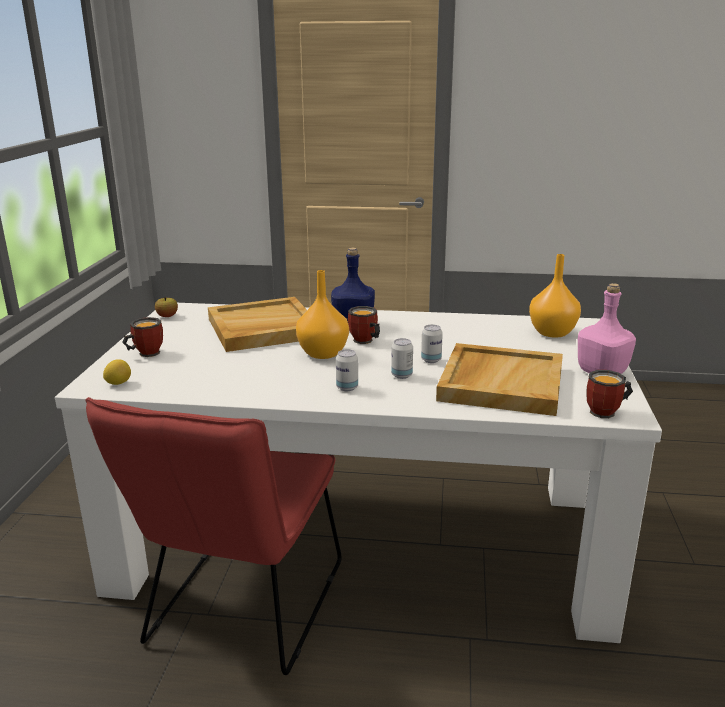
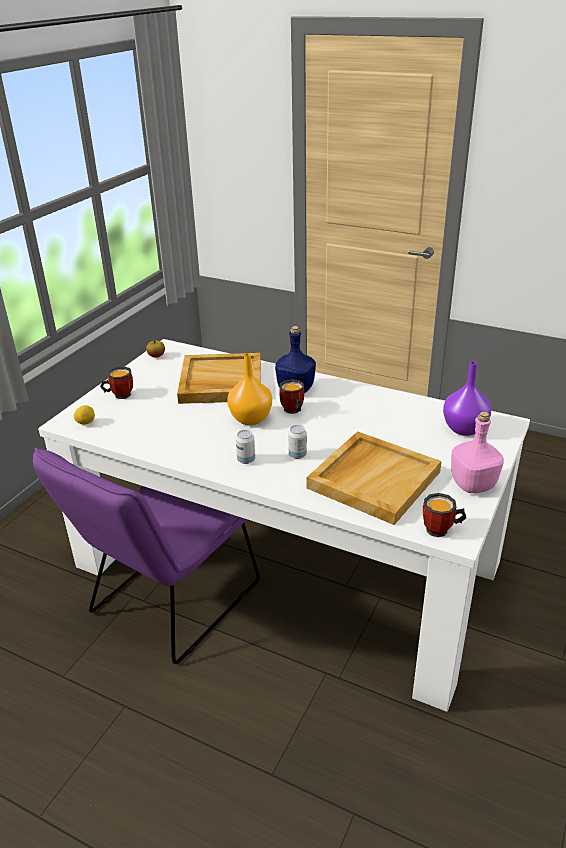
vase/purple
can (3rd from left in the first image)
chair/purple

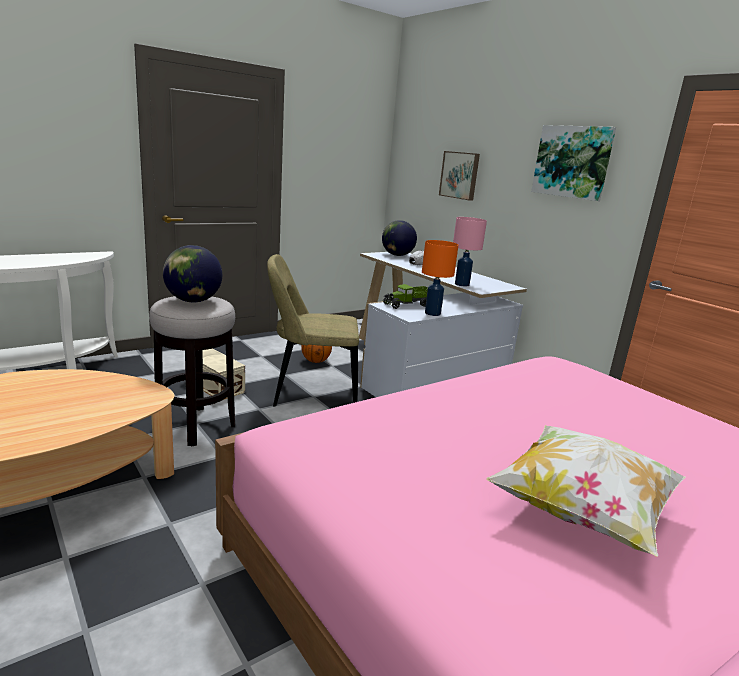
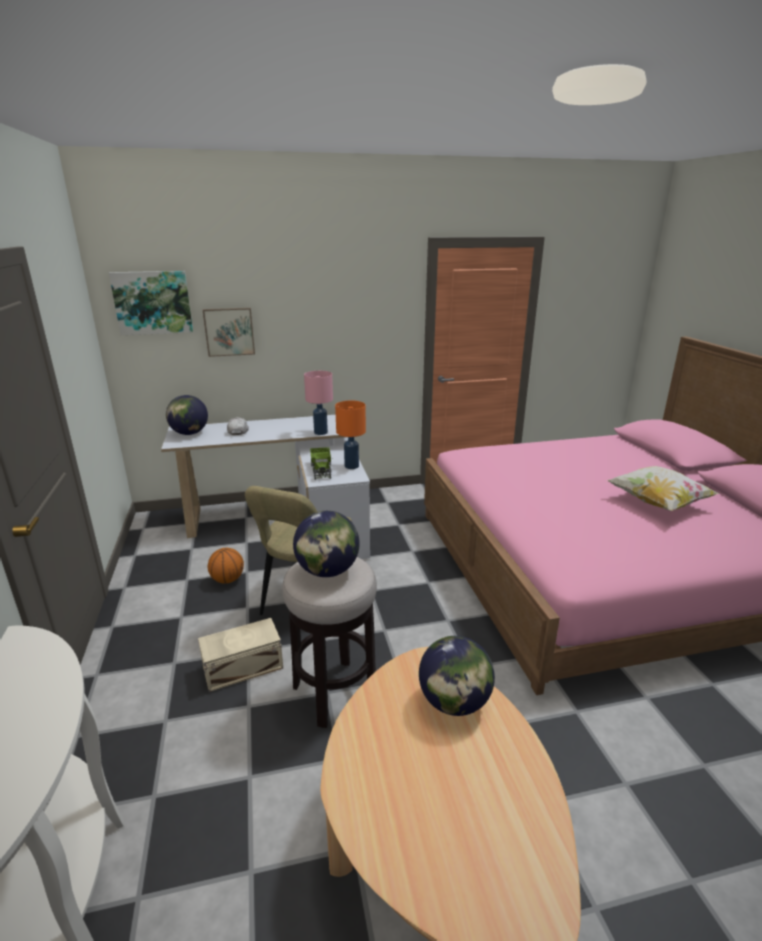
picture (1st from left)
globe (3rd from left)

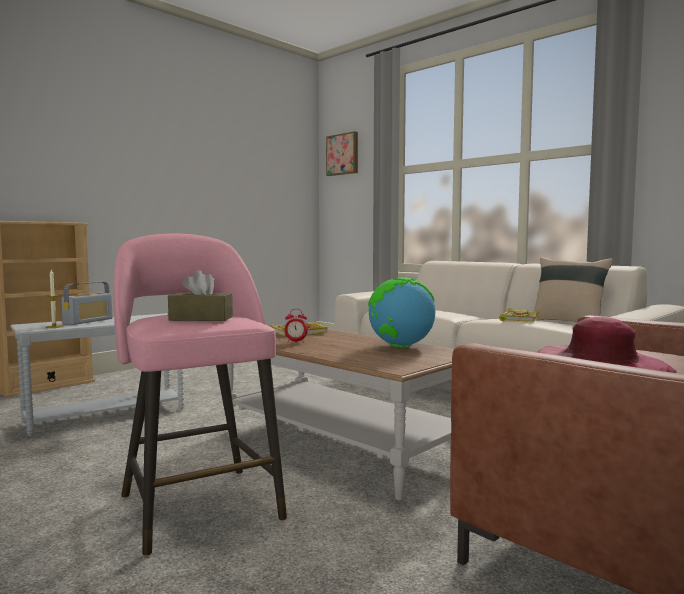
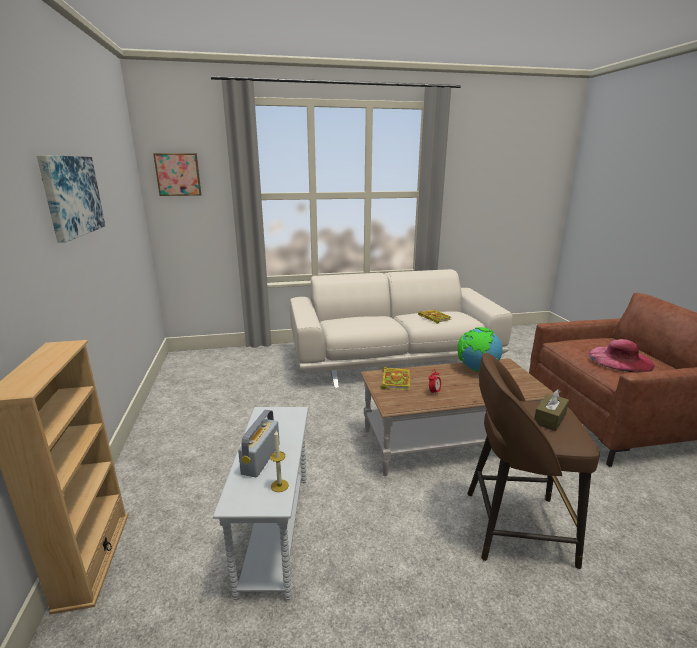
stool/brown
pillow/beige
radio
picture (1st from left)

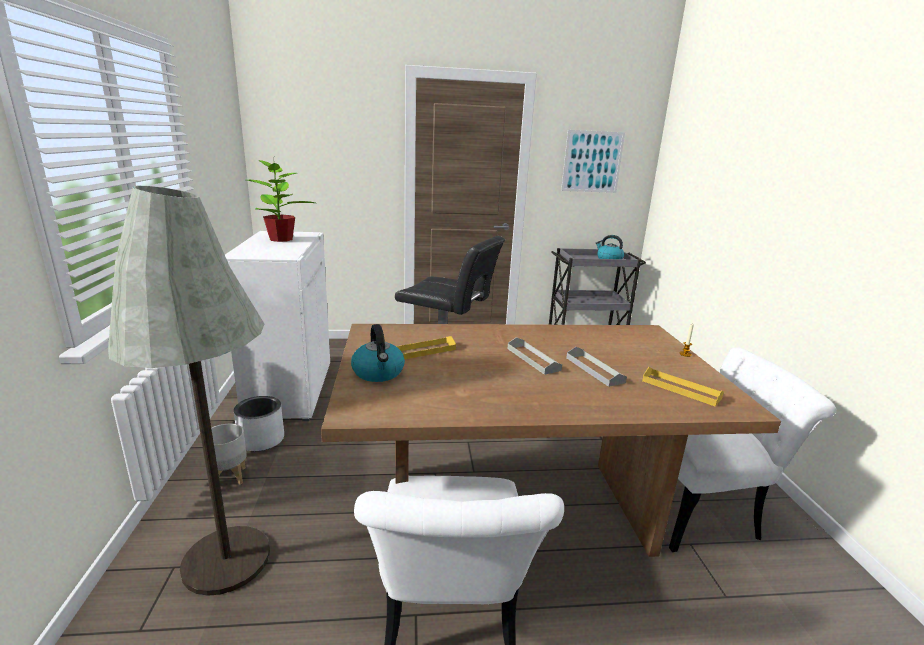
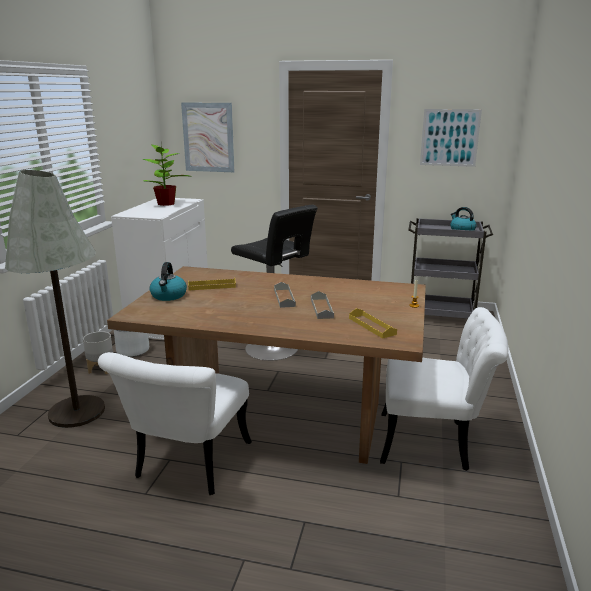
picture (1st from left)

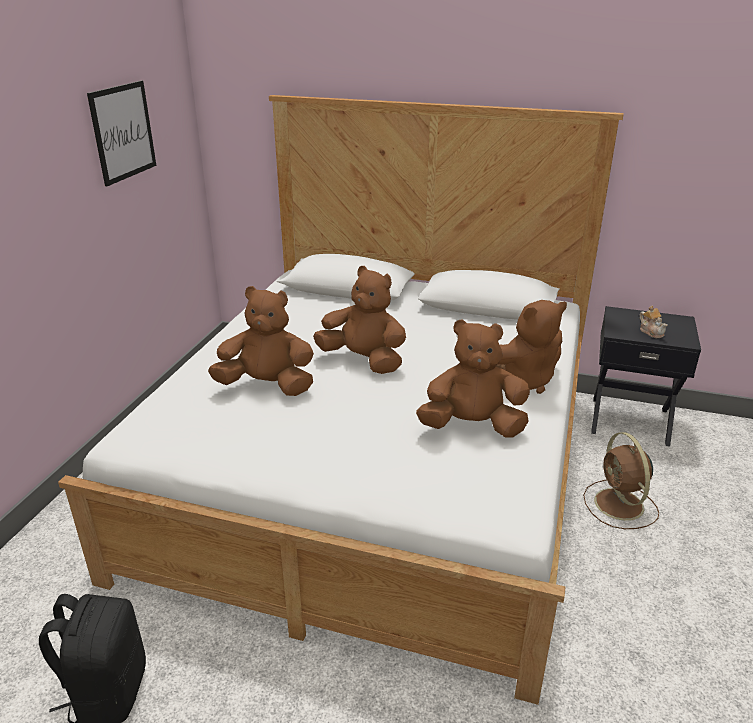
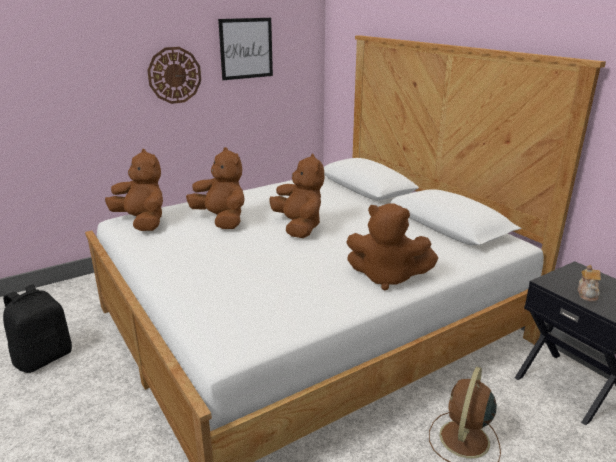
plush toy/brown (1st from left)
wall clock

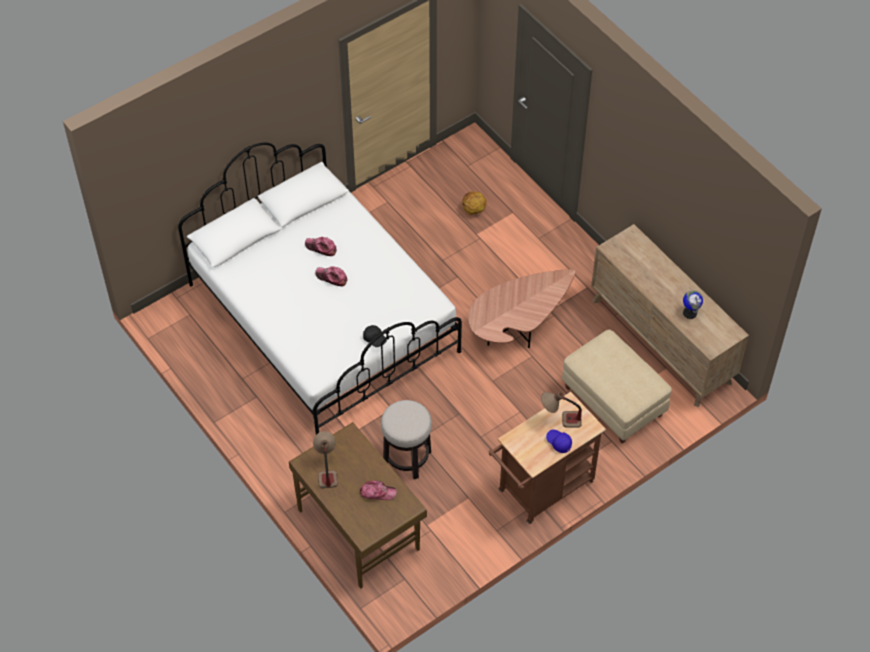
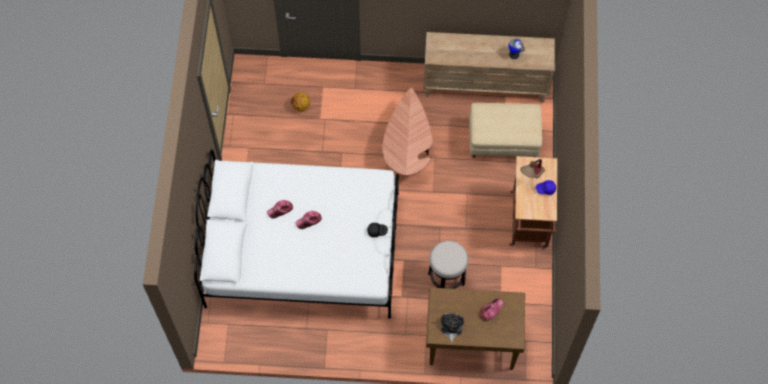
plush toy

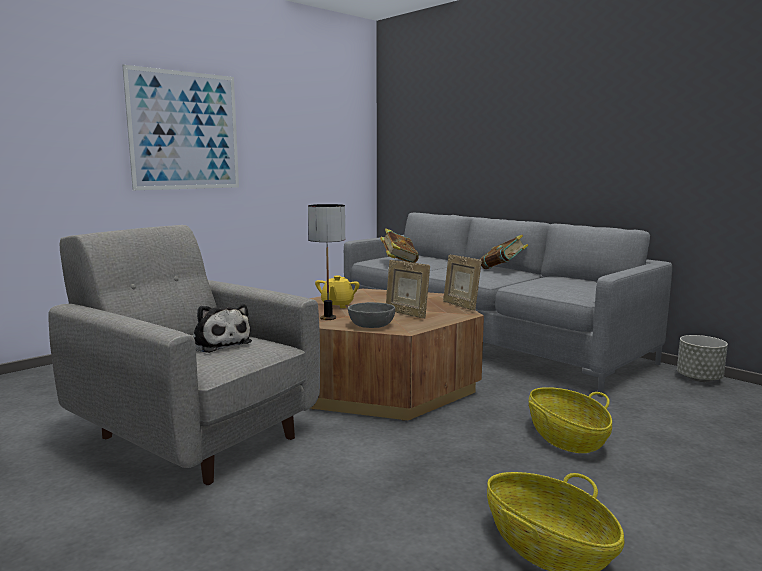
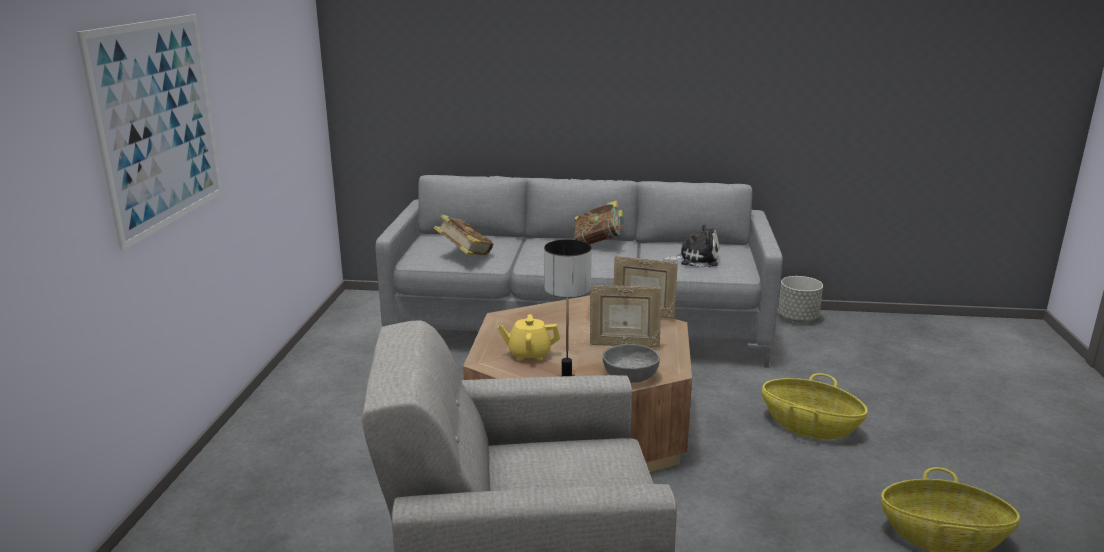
teapot/yellow
plush toy

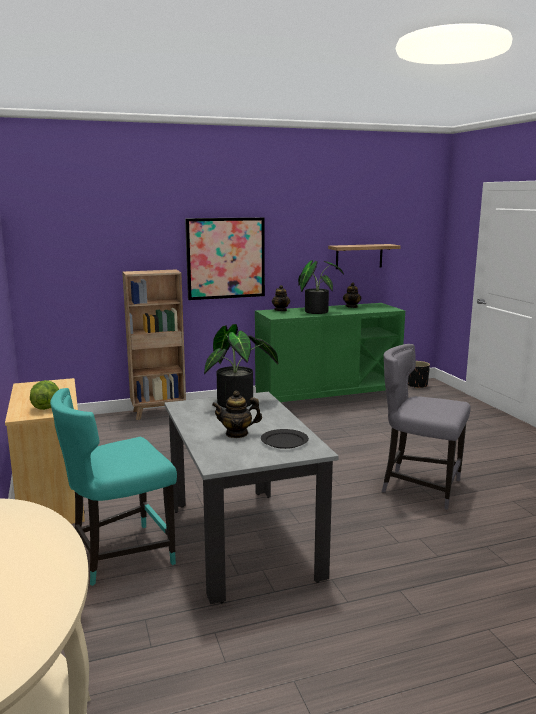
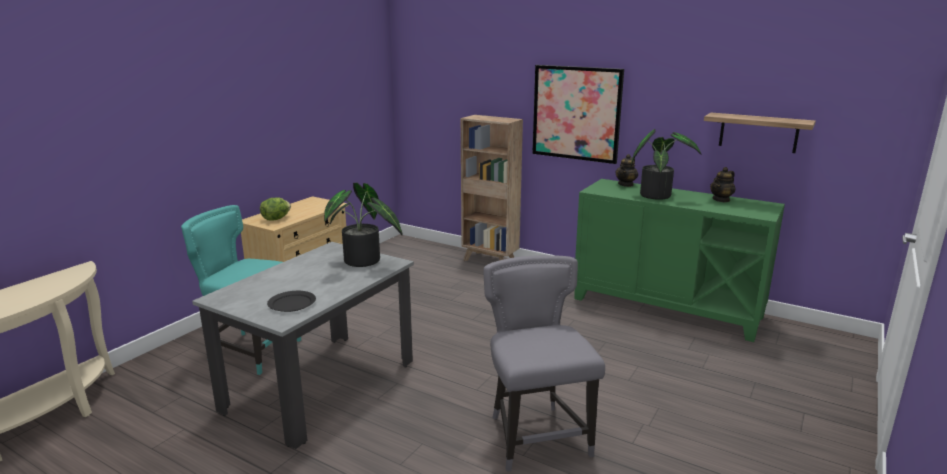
planter/black
teapot (1st from left in the first image)

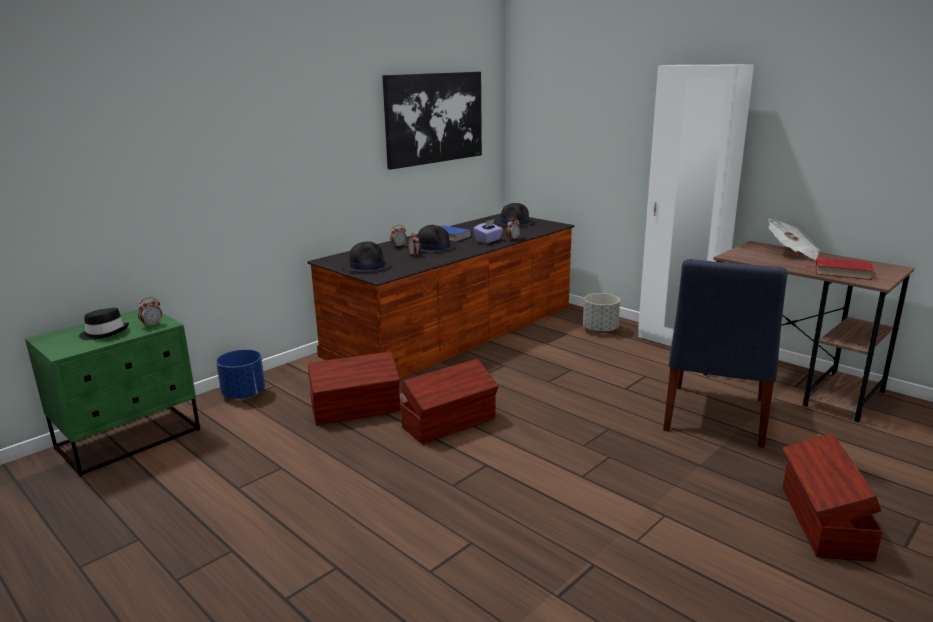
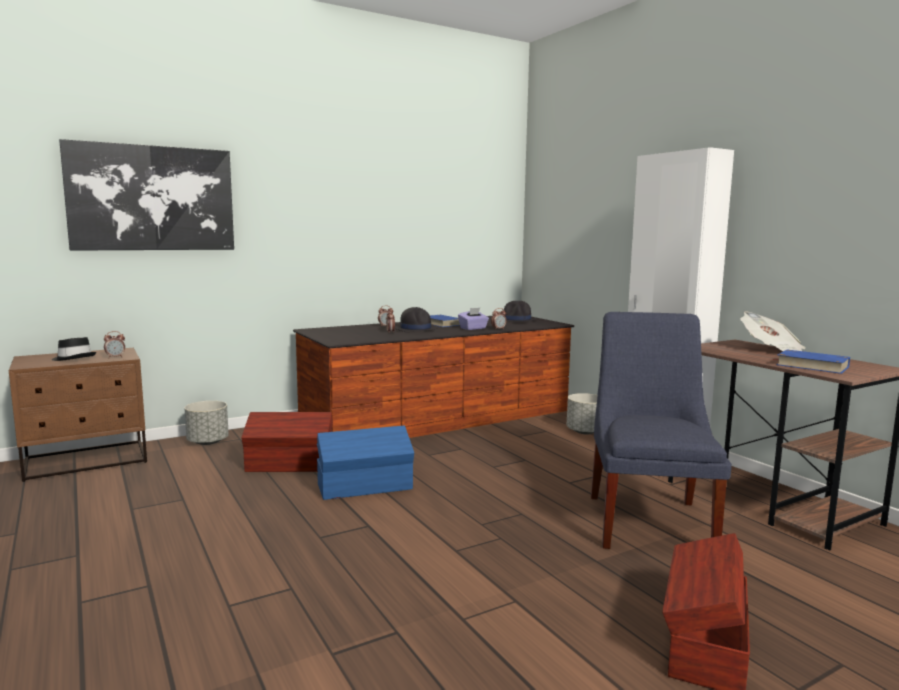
picture
hat/black (2nd from left in the first image)
book/blue (2nd from left)
chair/blue
nightstand/brown
planter/grey (1st from left)
storage box/blue

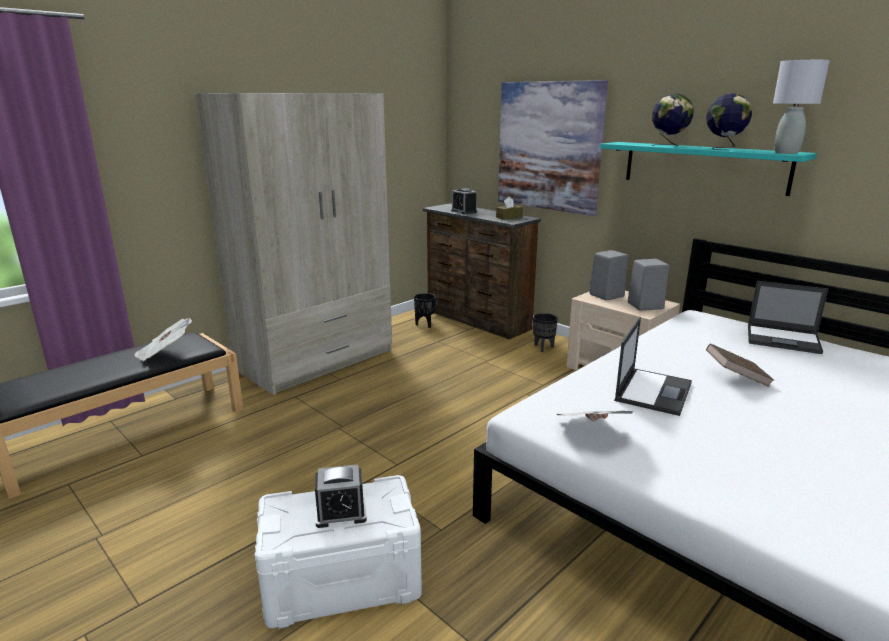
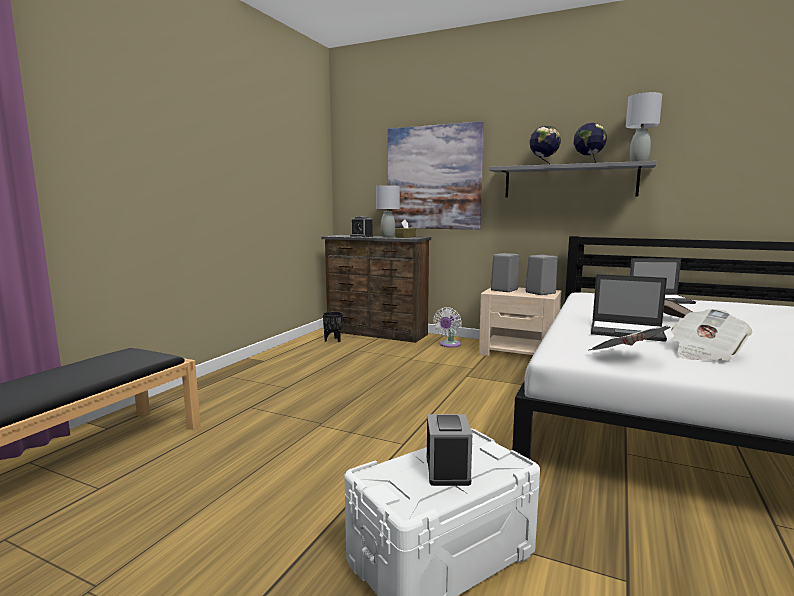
wardrobe/beige
shelf/grey
fan/white
laptop (1st from left)
newspaper (2nd from left)
alarm clock (2nd from left)
table lamp/grey (1st from left)

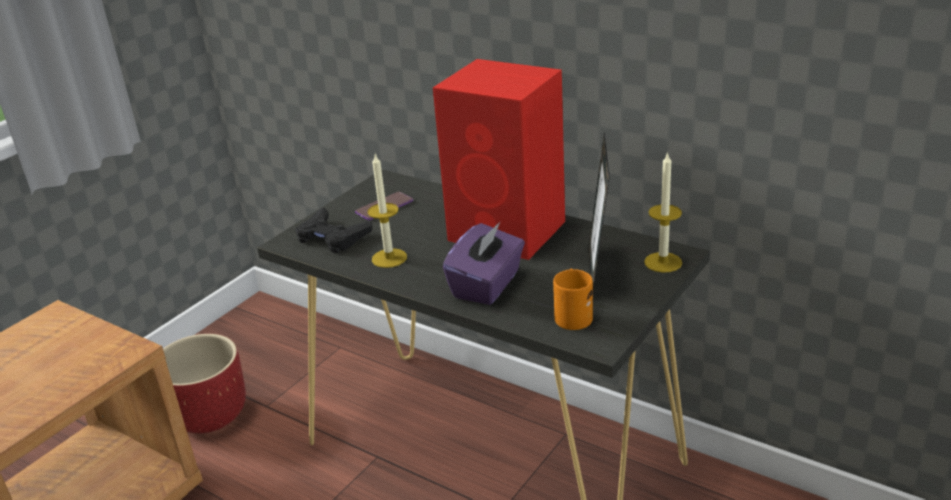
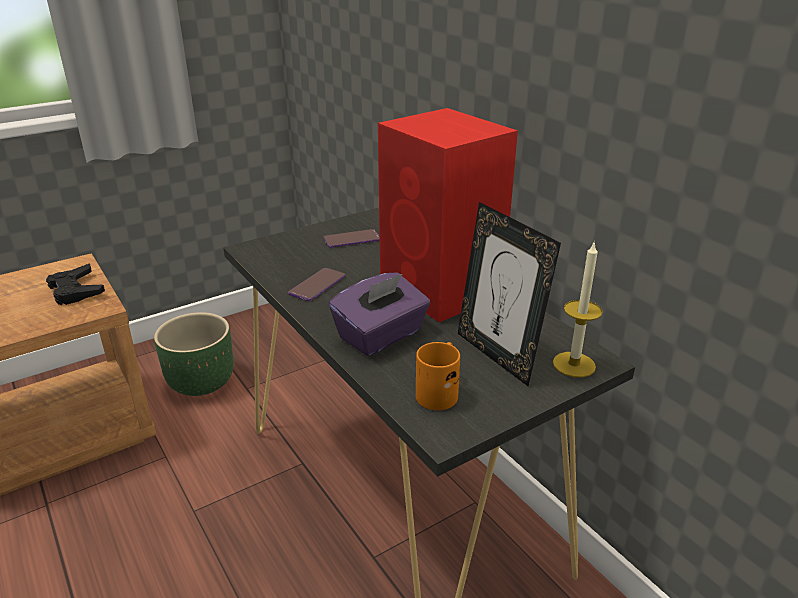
picture frame
phone (1st from left)
game controller/black
planter/green

